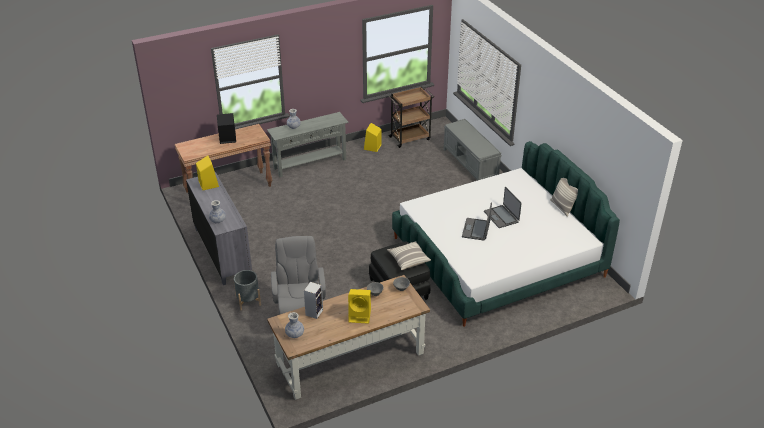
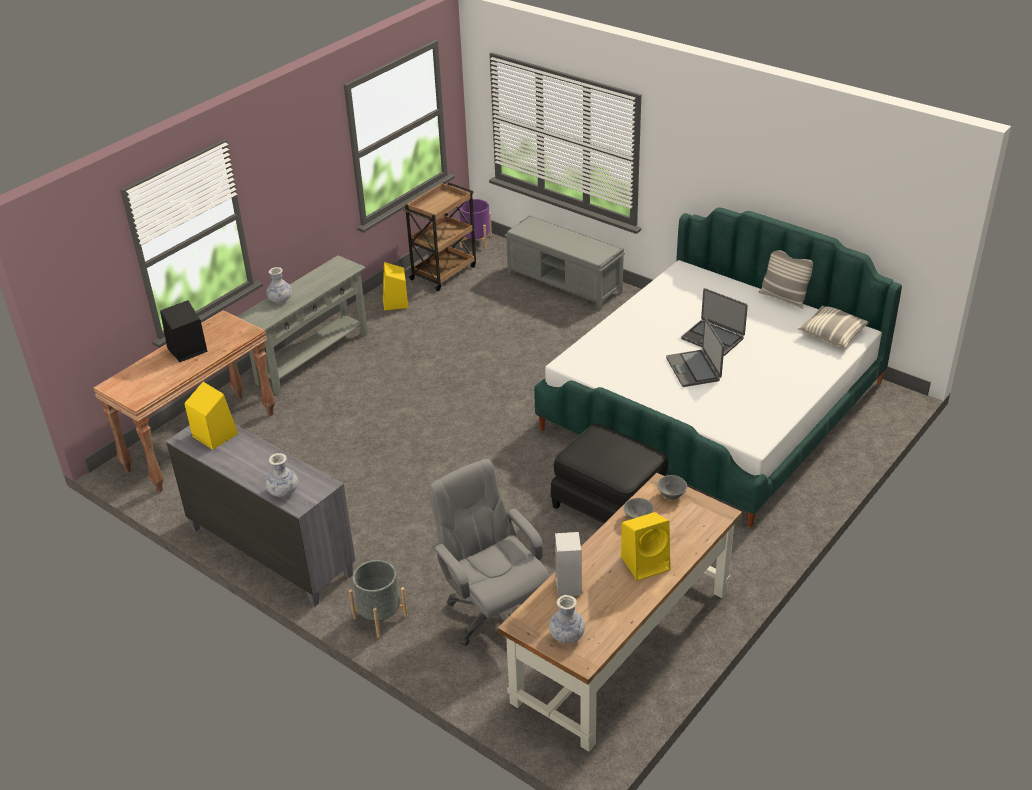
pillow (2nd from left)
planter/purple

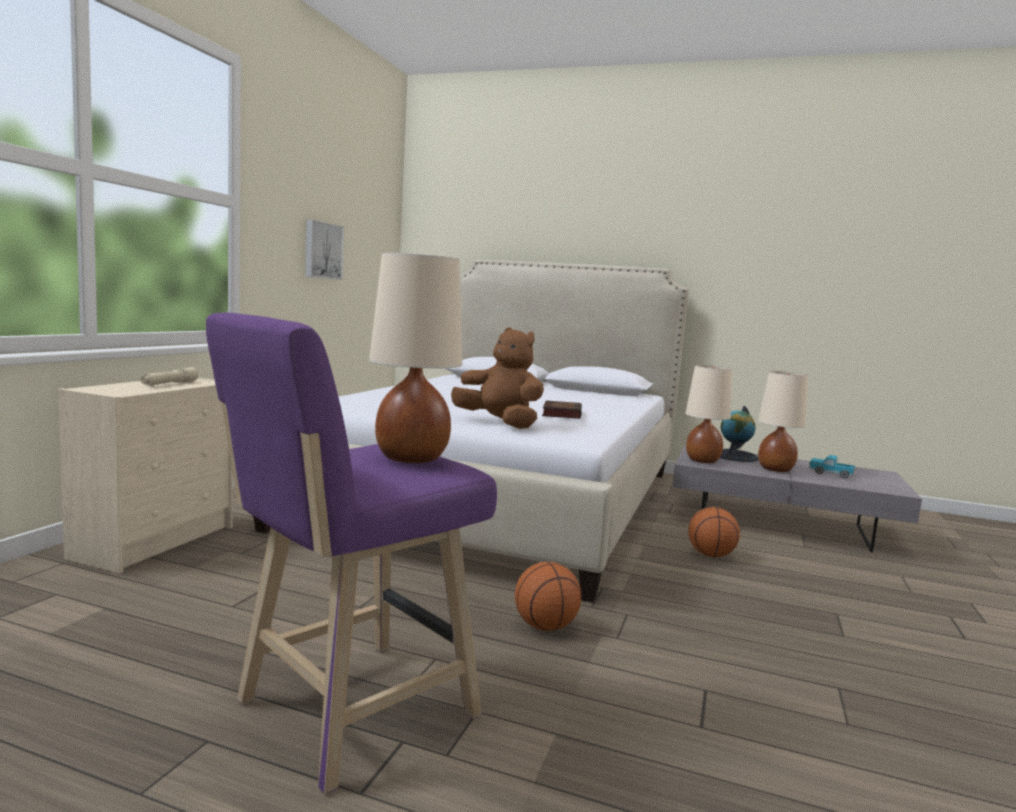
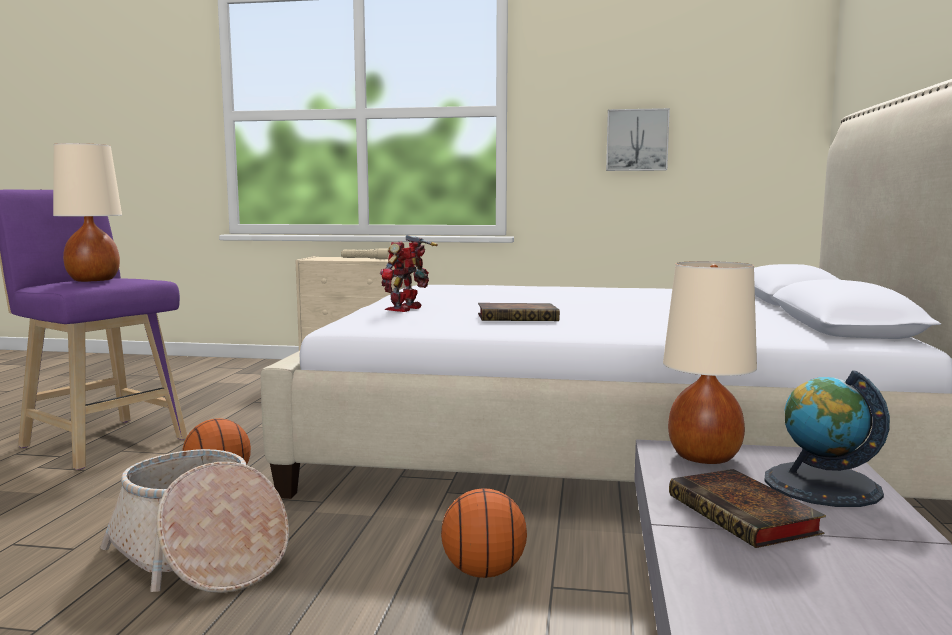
toy robot
book (2nd from left)
toy truck
basket

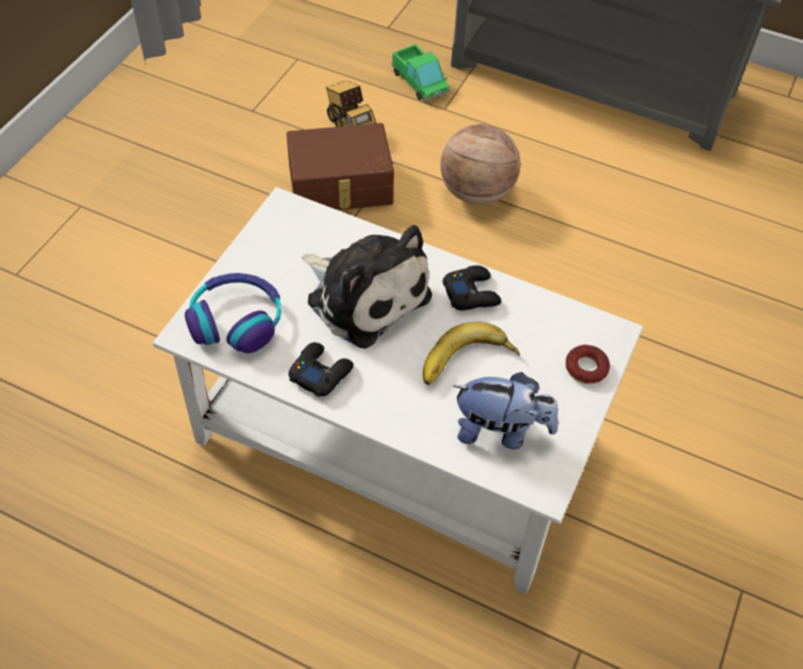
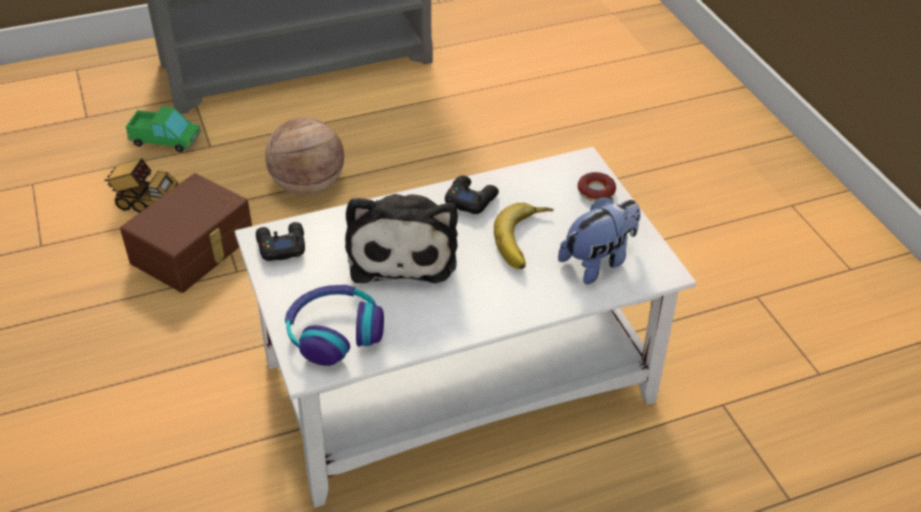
plush toy (1st from left)
game controller/black (1st from left)

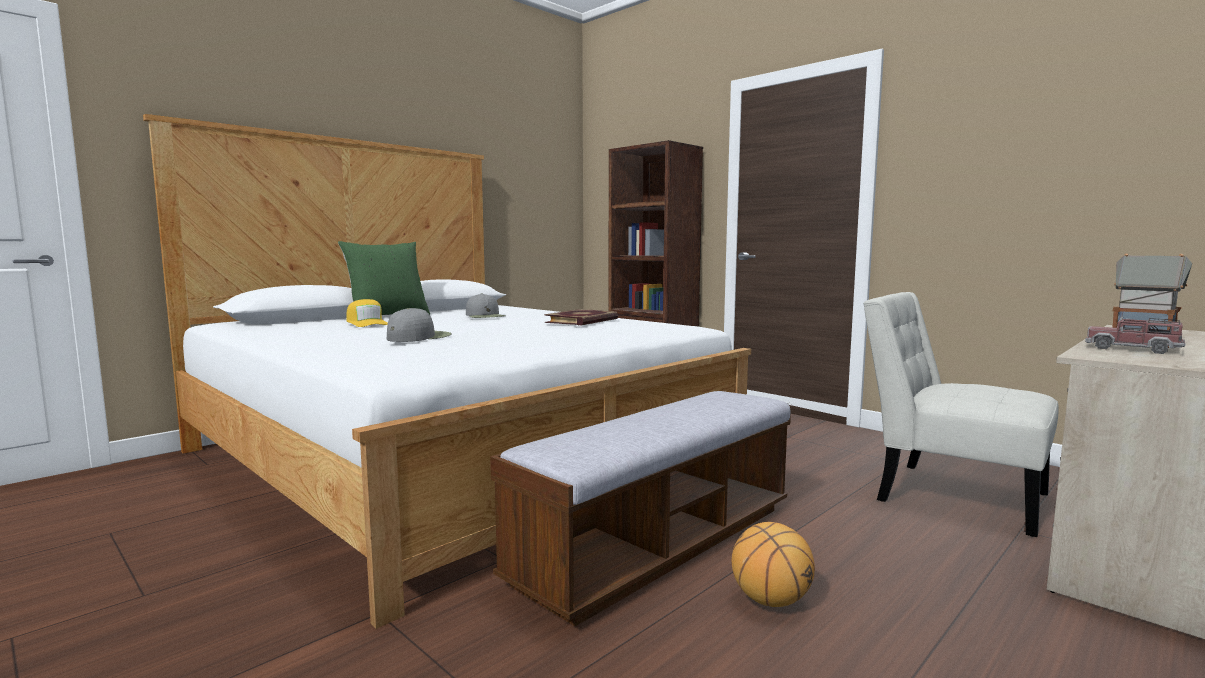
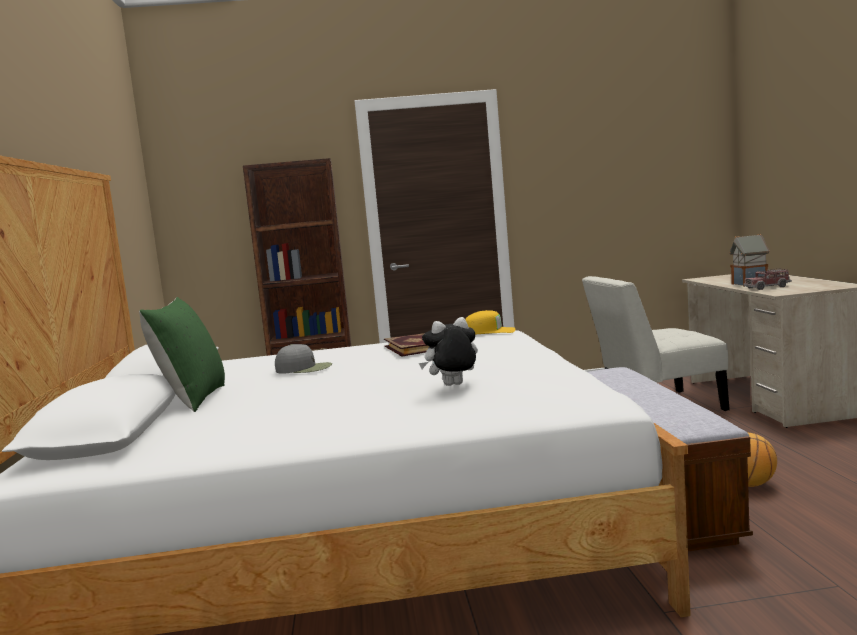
cap/yellow
plush toy

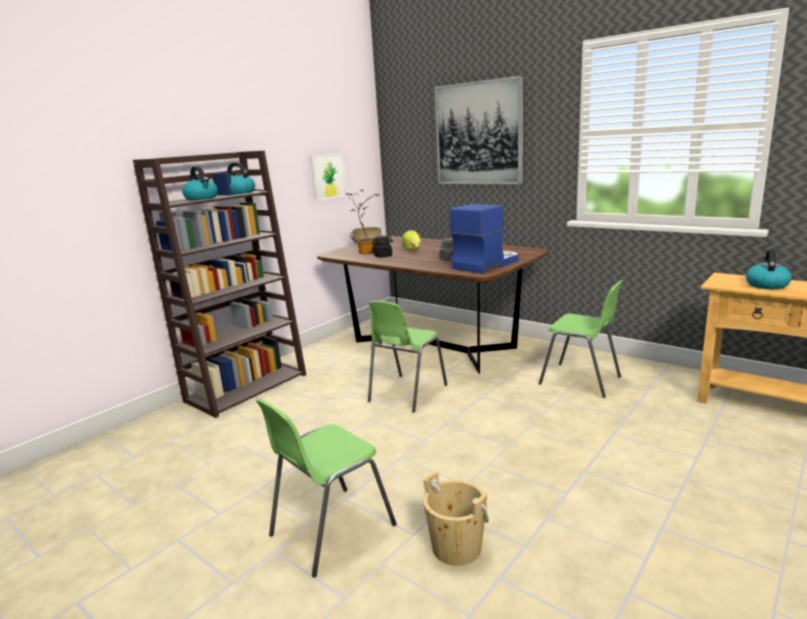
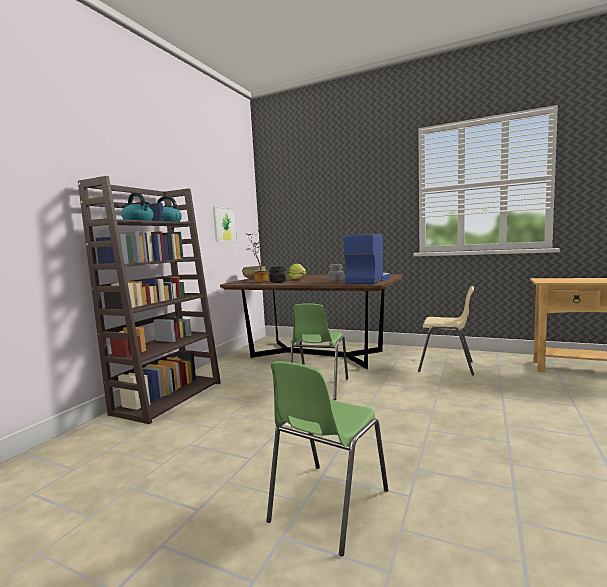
picture (2nd from left in the first image)
kettle (3rd from left in the first image)
chair/beige
bucket/beige

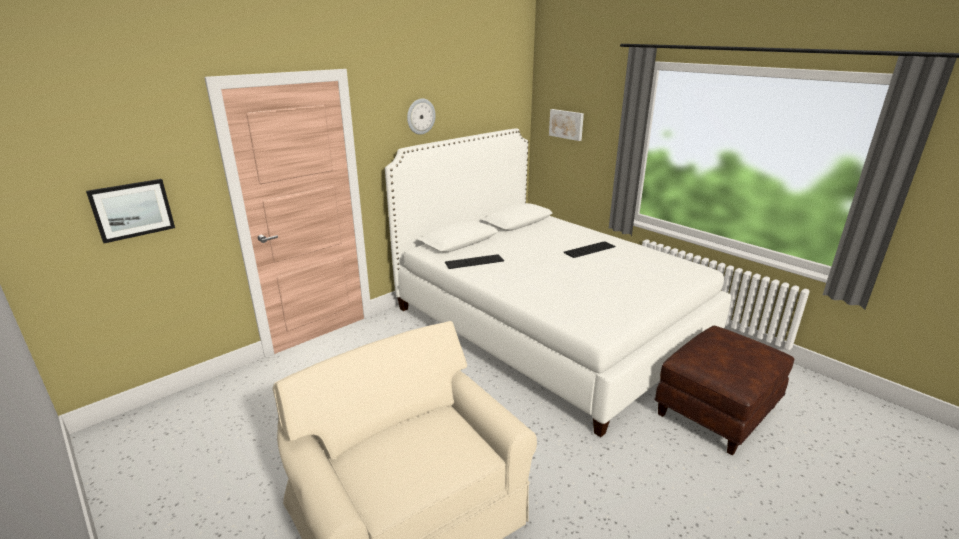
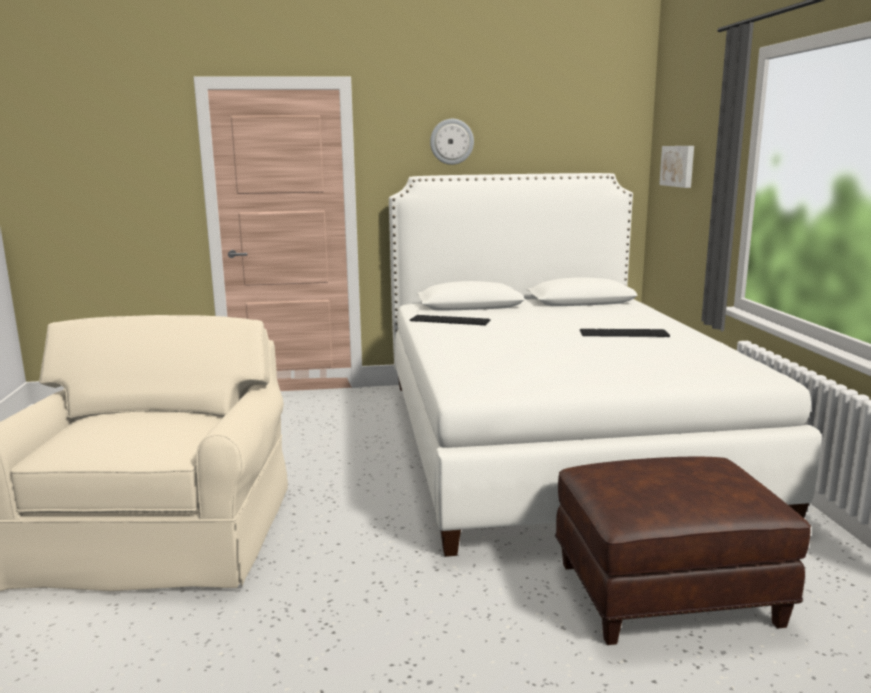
picture (1st from left in the first image)

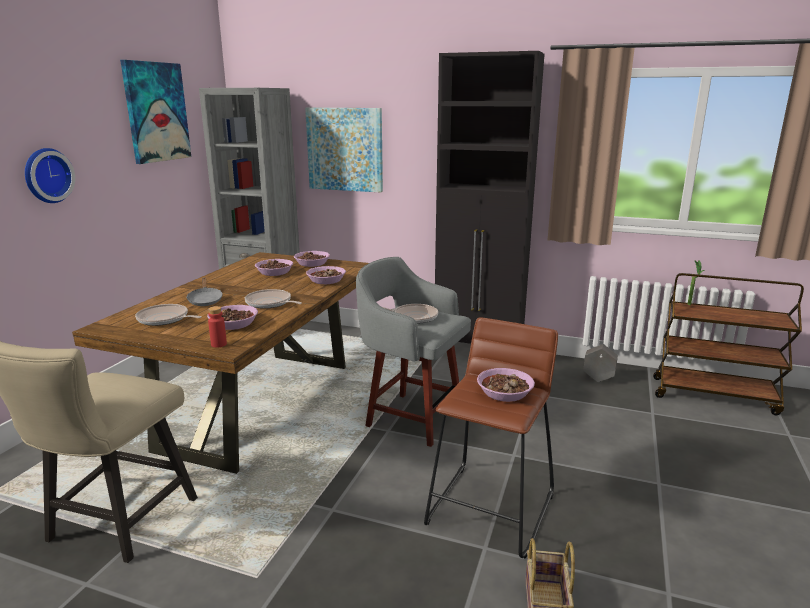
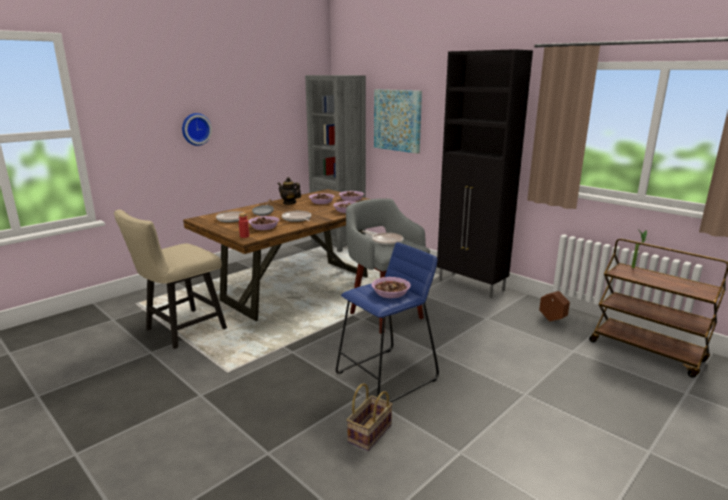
picture (1st from left in the first image)
stool/blue
planter/brown
teapot

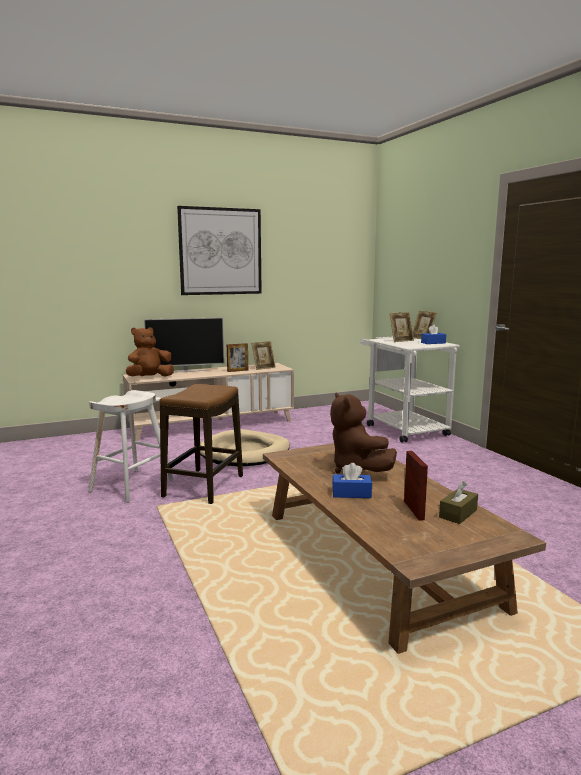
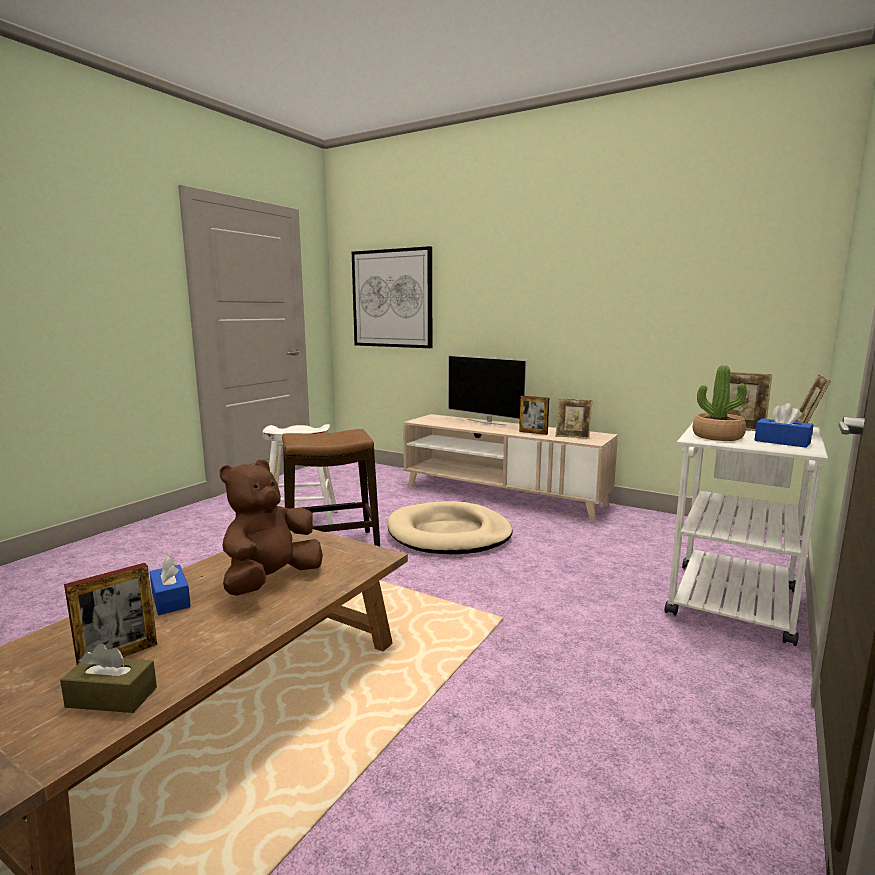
picture
plush toy/brown (1st from left in the first image)
potted plant

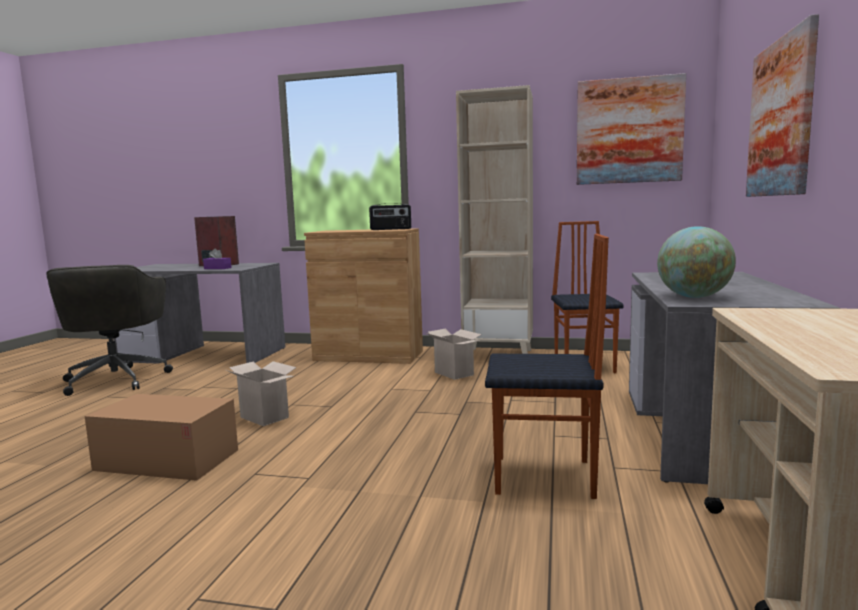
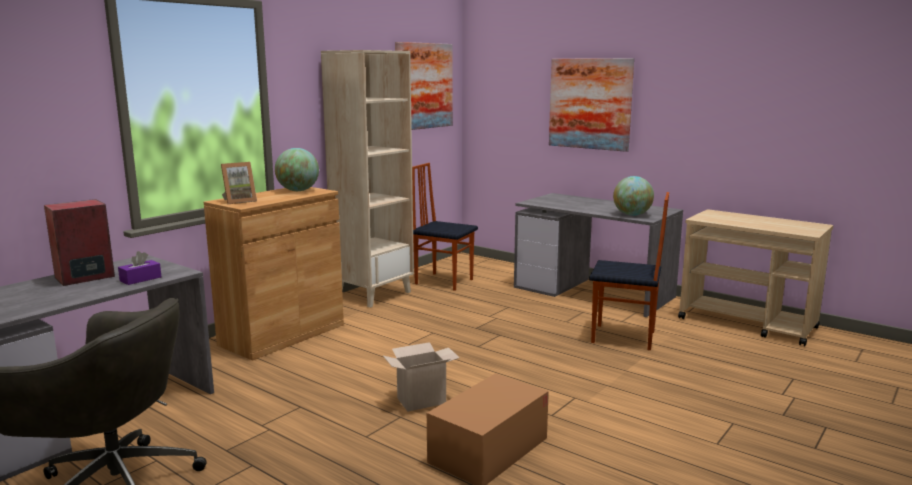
globe (1st from left)
chair (2nd from left)
cardboard box (3rd from left in the first image)
picture frame

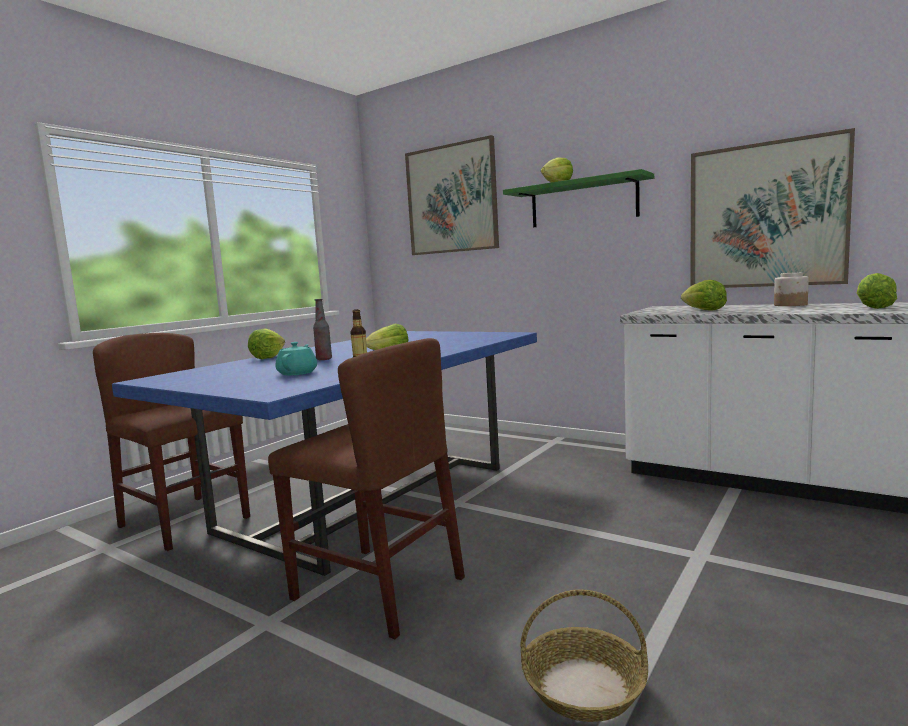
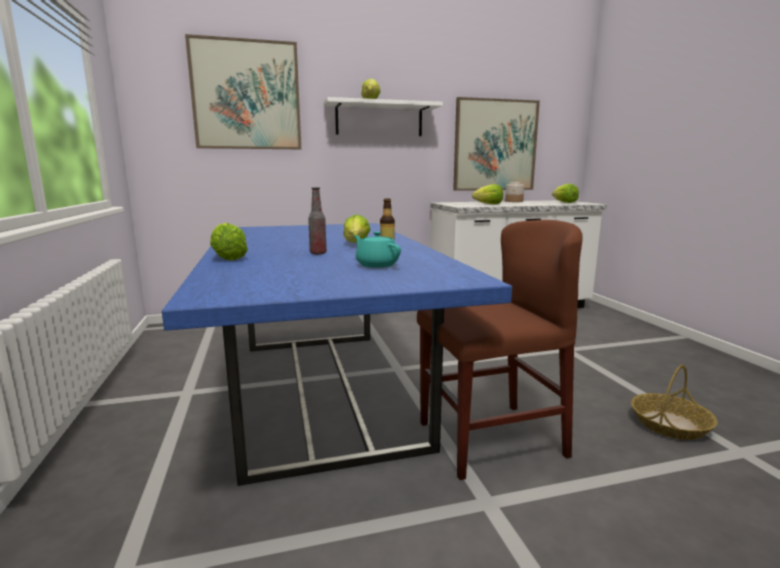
shelf/white
chair/brown (1st from left in the first image)

